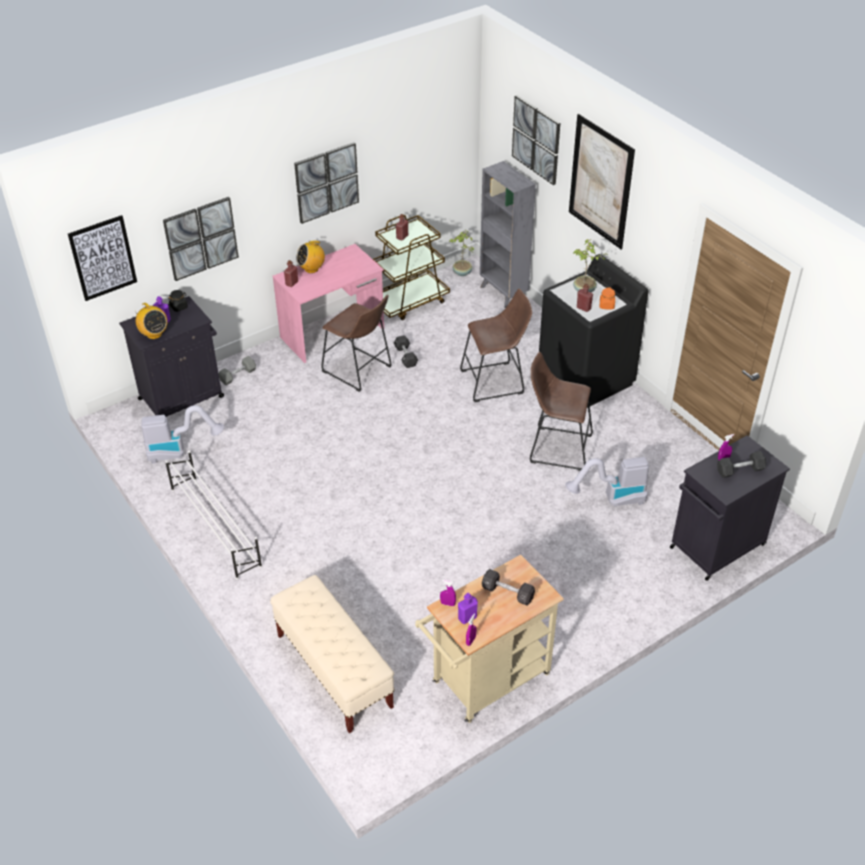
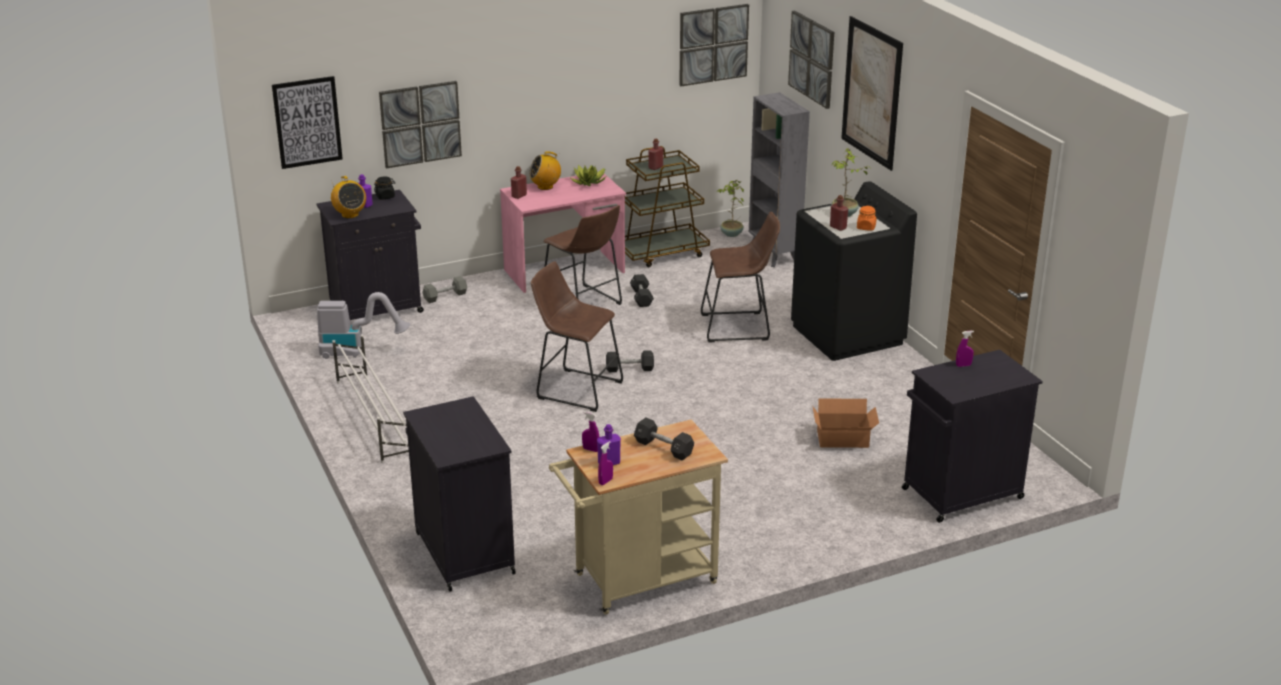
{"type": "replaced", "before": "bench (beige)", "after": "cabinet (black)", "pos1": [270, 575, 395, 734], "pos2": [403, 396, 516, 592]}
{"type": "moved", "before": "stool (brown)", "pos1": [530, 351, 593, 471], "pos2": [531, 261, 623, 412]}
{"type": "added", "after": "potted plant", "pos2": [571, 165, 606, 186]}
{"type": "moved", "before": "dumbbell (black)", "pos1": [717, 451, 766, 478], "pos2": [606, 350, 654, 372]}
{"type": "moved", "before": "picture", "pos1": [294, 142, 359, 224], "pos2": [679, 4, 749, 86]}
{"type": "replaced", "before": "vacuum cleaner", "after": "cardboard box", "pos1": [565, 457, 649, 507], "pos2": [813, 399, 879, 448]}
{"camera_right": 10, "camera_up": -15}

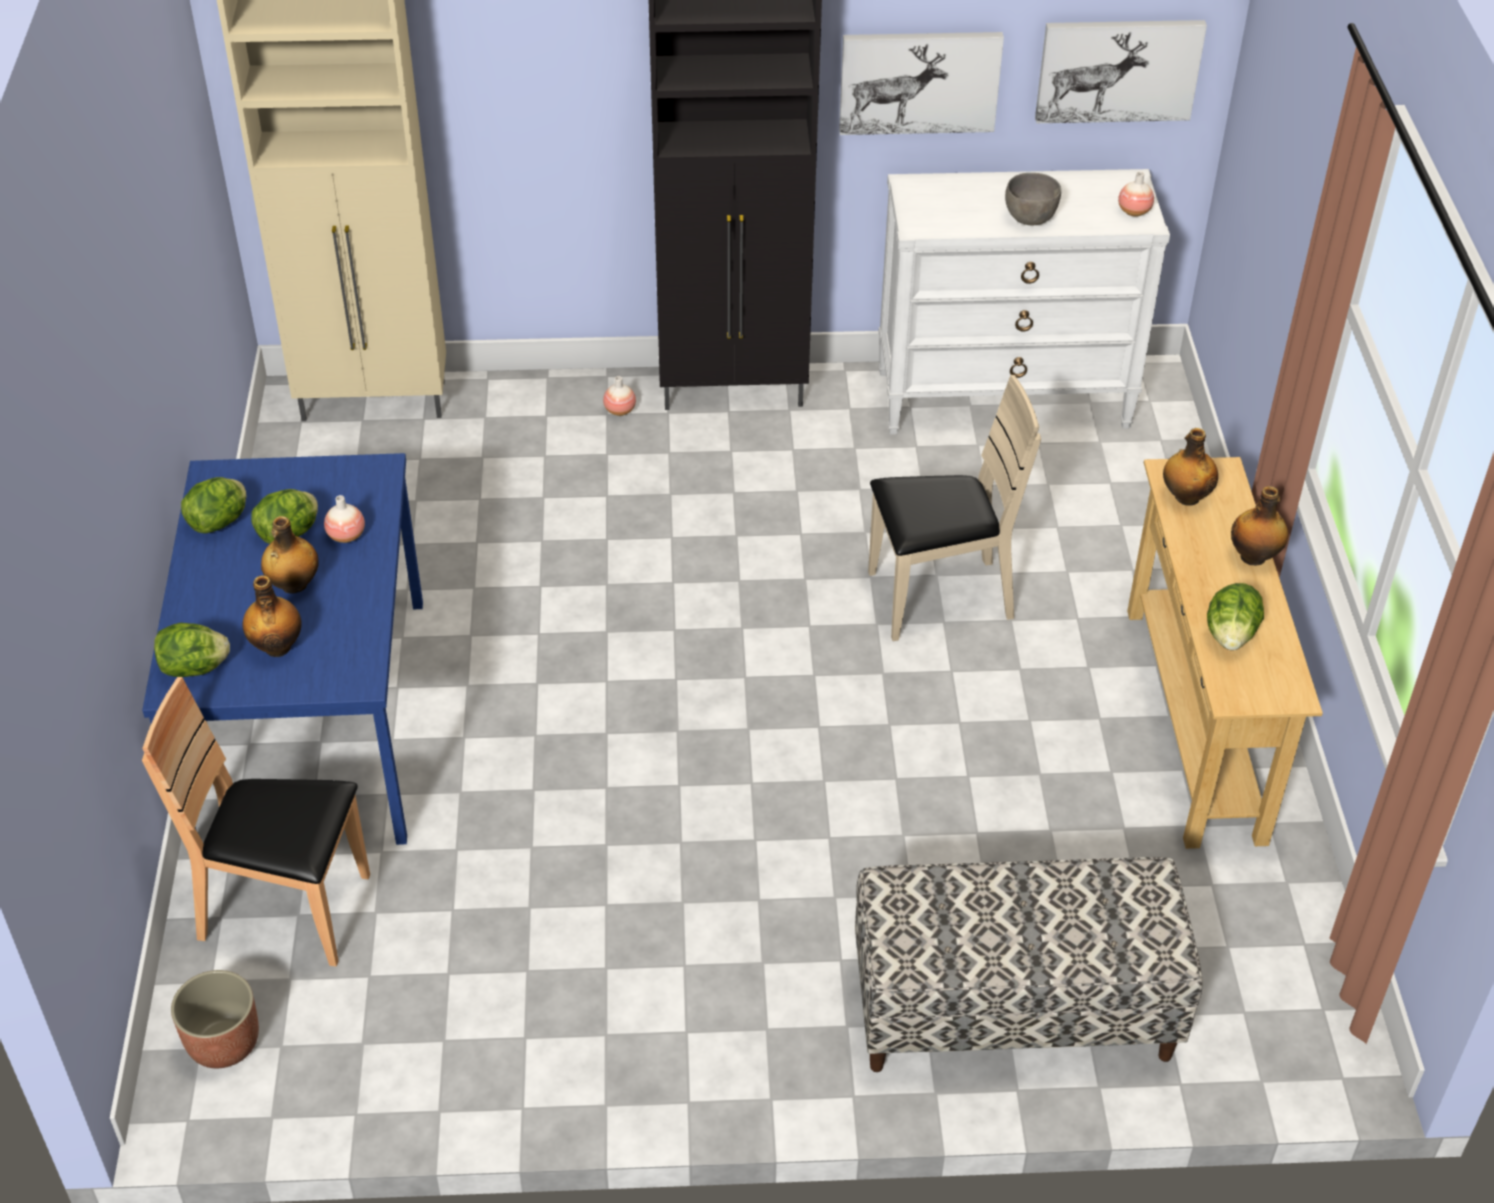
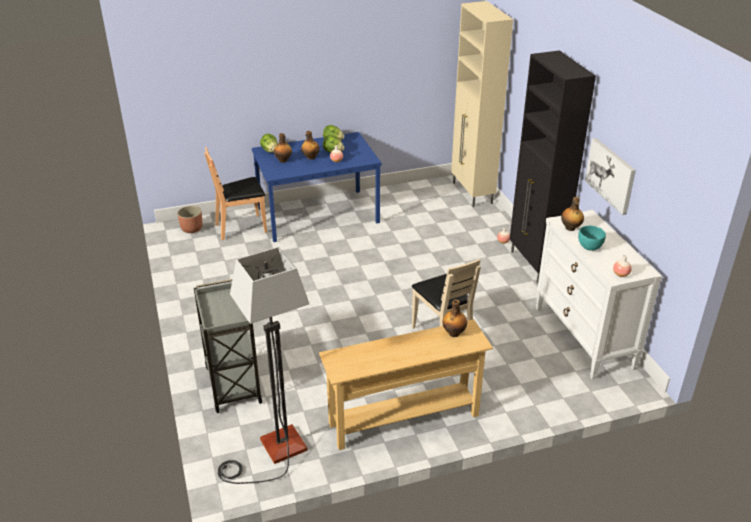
{"type": "replaced", "before": "bench", "after": "cart (grey)", "pos1": [855, 857, 1203, 1072], "pos2": [194, 279, 262, 413]}
{"type": "turned", "before": "chair (brown)", "pos1": [142, 677, 370, 966], "pos2": [204, 147, 267, 240], "turn": -105}
{"type": "added", "after": "floor lamp", "pos2": [218, 247, 310, 484]}
{"type": "moved", "before": "bottle", "pos1": [1231, 486, 1288, 565], "pos2": [561, 197, 584, 231]}
{"type": "recoloured", "before": "bowl (grey)", "after": "bowl (turquoise)", "pos1": [1005, 173, 1061, 225], "pos2": [578, 226, 606, 251]}
{"type": "removed", "before": "picture", "pos1": [1035, 20, 1207, 123]}
{"type": "removed", "before": "lettuce", "pos1": [1207, 583, 1264, 650]}
{"camera_right": 75, "camera_up": -10}

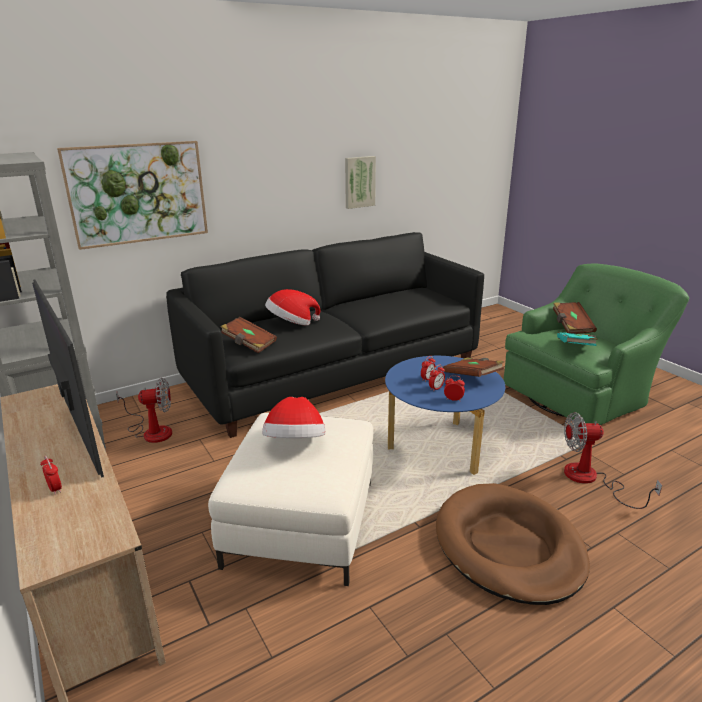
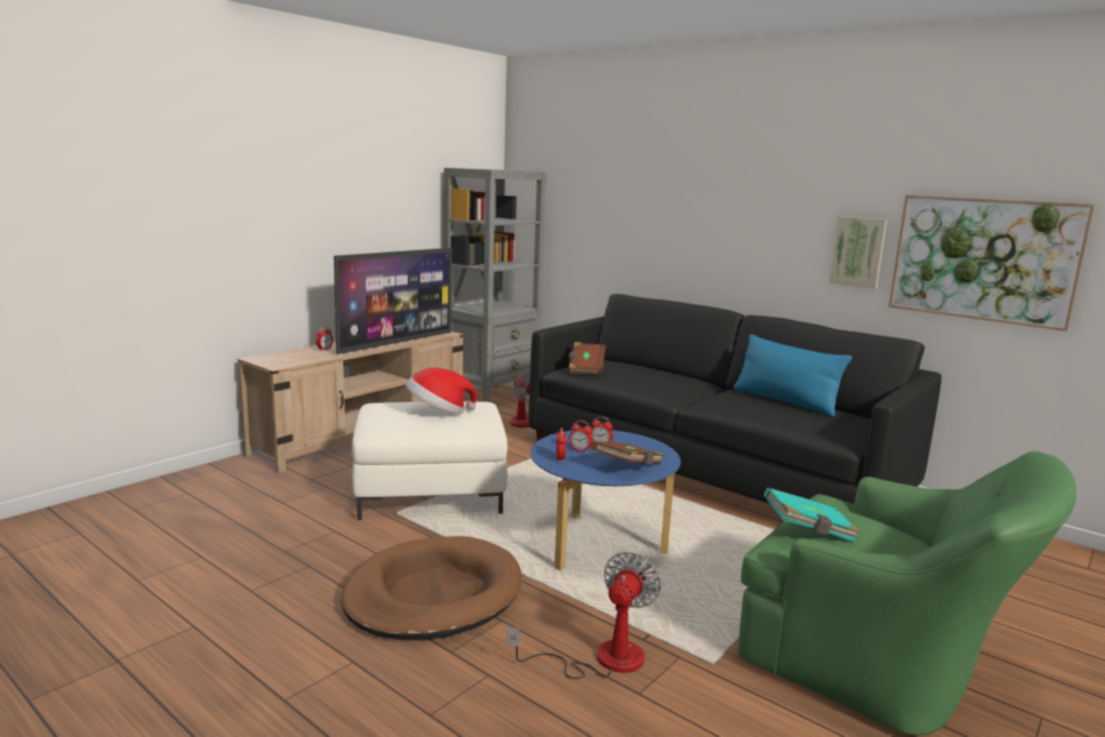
{"type": "turned", "before": "fan", "pos1": [564, 412, 662, 509], "pos2": [507, 552, 661, 679], "turn": 45}
{"type": "added", "after": "pillow (blue)", "pos2": [733, 334, 852, 417]}
{"type": "moved", "before": "picture", "pos1": [57, 141, 208, 250], "pos2": [889, 195, 1095, 331]}
{"type": "removed", "before": "hat", "pos1": [265, 289, 320, 325]}
{"type": "removed", "before": "book (brown)", "pos1": [553, 302, 597, 334]}
{"camera_right": 70, "camera_up": -10}

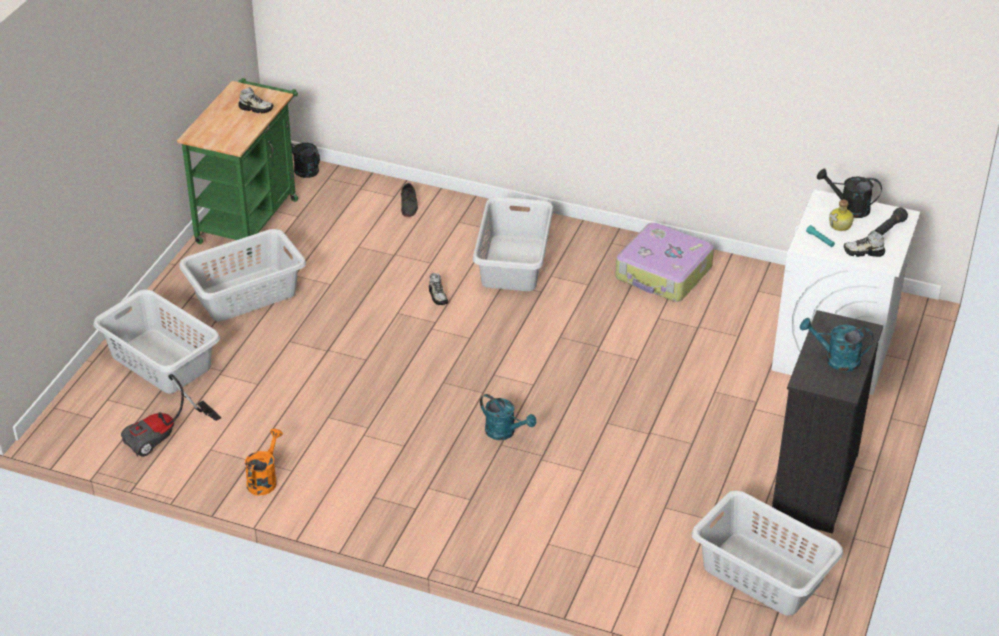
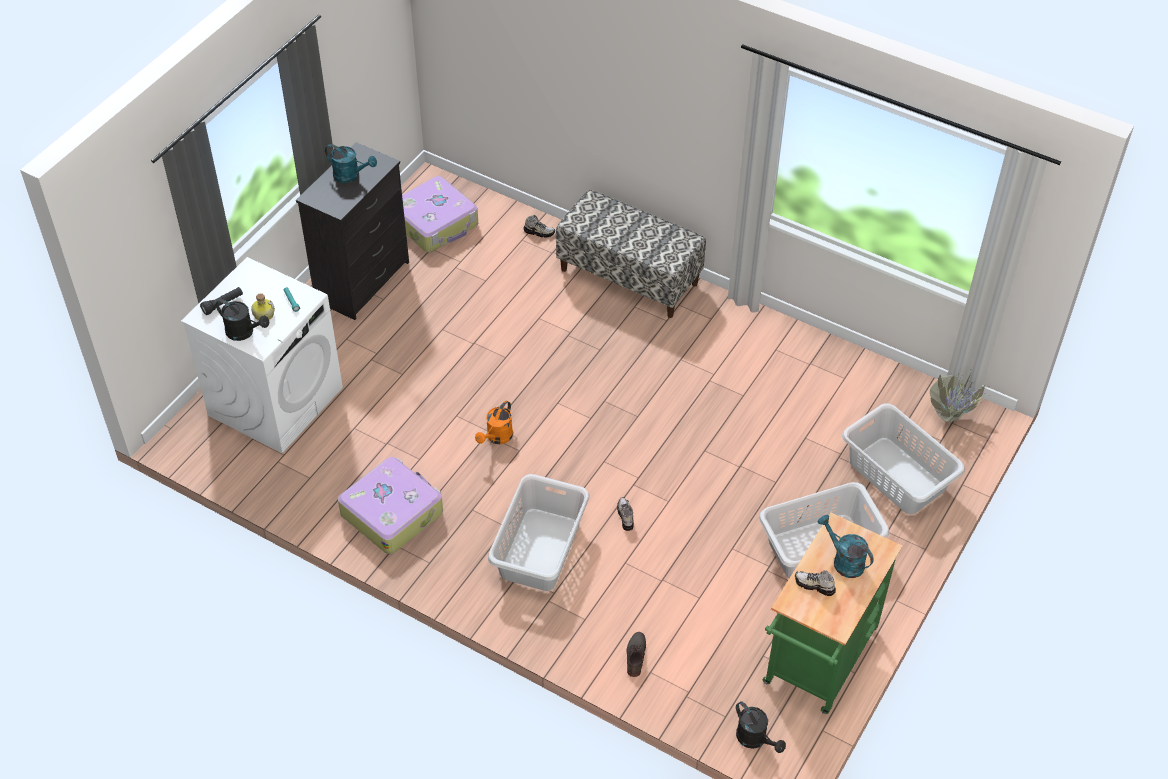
{"type": "replaced", "before": "laundry basket (grey)", "after": "suitcase", "pos1": [692, 490, 843, 616], "pos2": [402, 176, 478, 253]}
{"type": "moved", "before": "watering can (orange)", "pos1": [245, 429, 283, 496], "pos2": [475, 401, 513, 444]}
{"type": "moved", "before": "shoe", "pos1": [844, 230, 885, 257], "pos2": [524, 215, 555, 238]}
{"type": "added", "after": "bench", "pos2": [556, 190, 706, 318]}
{"type": "moved", "before": "watering can (turquoise)", "pos1": [480, 394, 536, 440], "pos2": [817, 515, 874, 578]}
{"type": "added", "after": "potted plant", "pos2": [930, 366, 986, 440]}
{"type": "removed", "before": "vacuum cleaner", "pos1": [121, 374, 221, 457]}
{"camera_right": -170, "camera_up": 10}

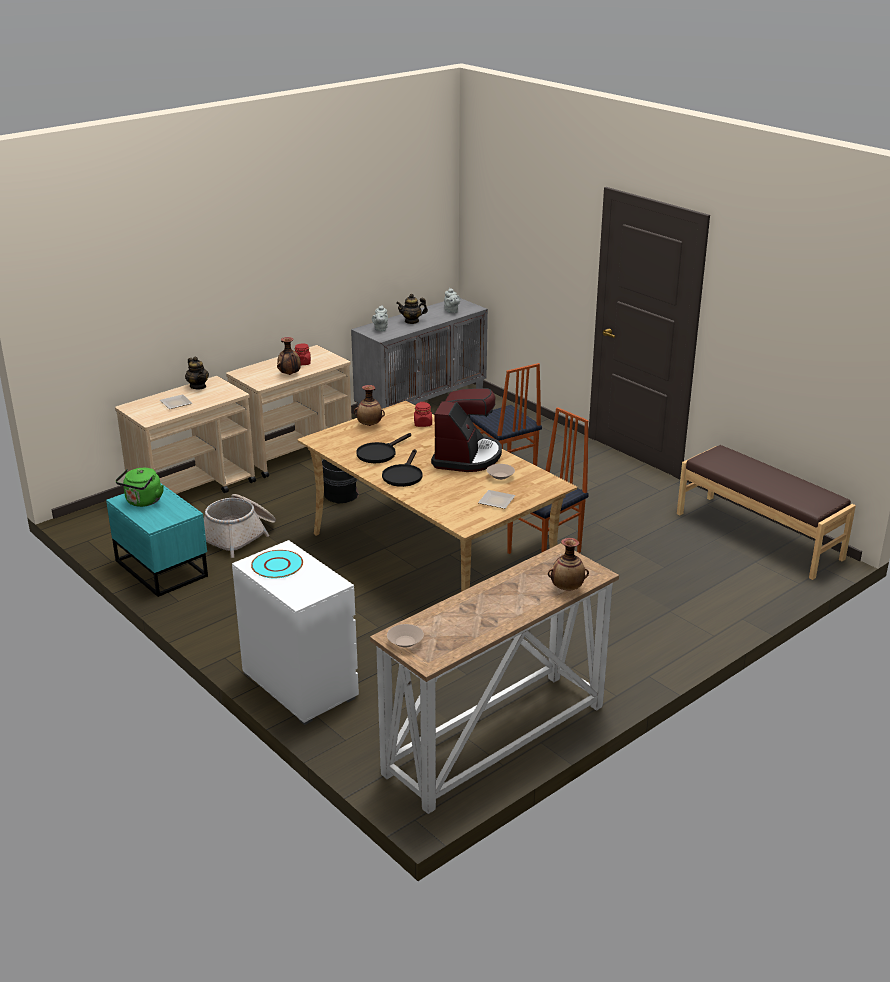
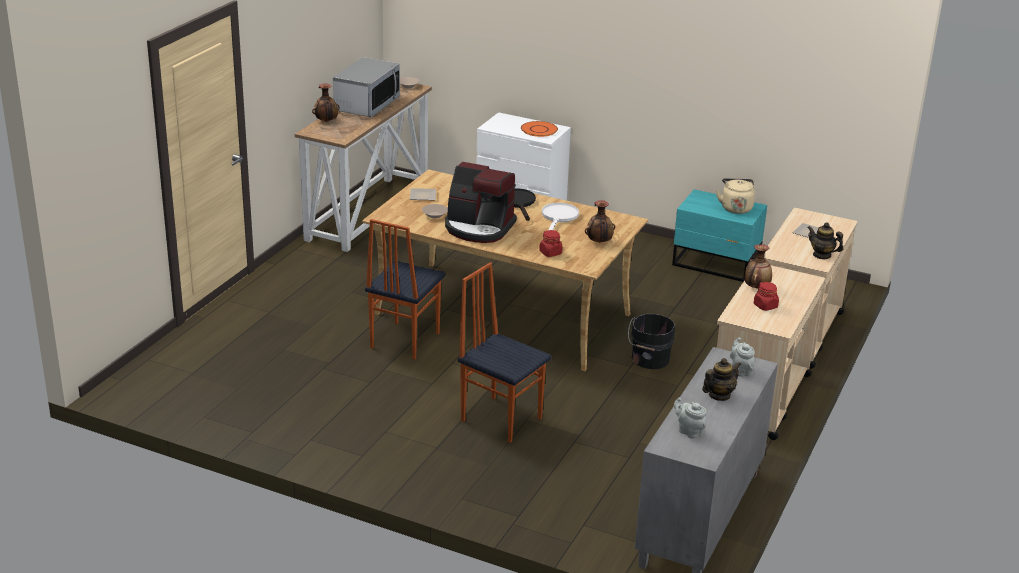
{"type": "added", "after": "microwave", "pos2": [333, 57, 400, 117]}
{"type": "turned", "before": "coffee machine", "pos1": [431, 388, 502, 472], "pos2": [445, 162, 517, 243], "turn": -60}
{"type": "recoloured", "before": "plate (turquoise)", "after": "plate (orange)", "pos1": [251, 550, 303, 579], "pos2": [521, 121, 558, 137]}
{"type": "recoloured", "before": "frying pan (black)", "after": "frying pan (white)", "pos1": [356, 433, 411, 463], "pos2": [542, 203, 579, 230]}
{"type": "recoloured", "before": "kettle (green)", "after": "kettle (beige)", "pos1": [115, 468, 164, 507], "pos2": [716, 178, 755, 214]}
{"type": "removed", "before": "basket", "pos1": [204, 494, 276, 558]}
{"type": "removed", "before": "bench (brown)", "pos1": [677, 445, 856, 580]}
{"camera_right": 155, "camera_up": 0}

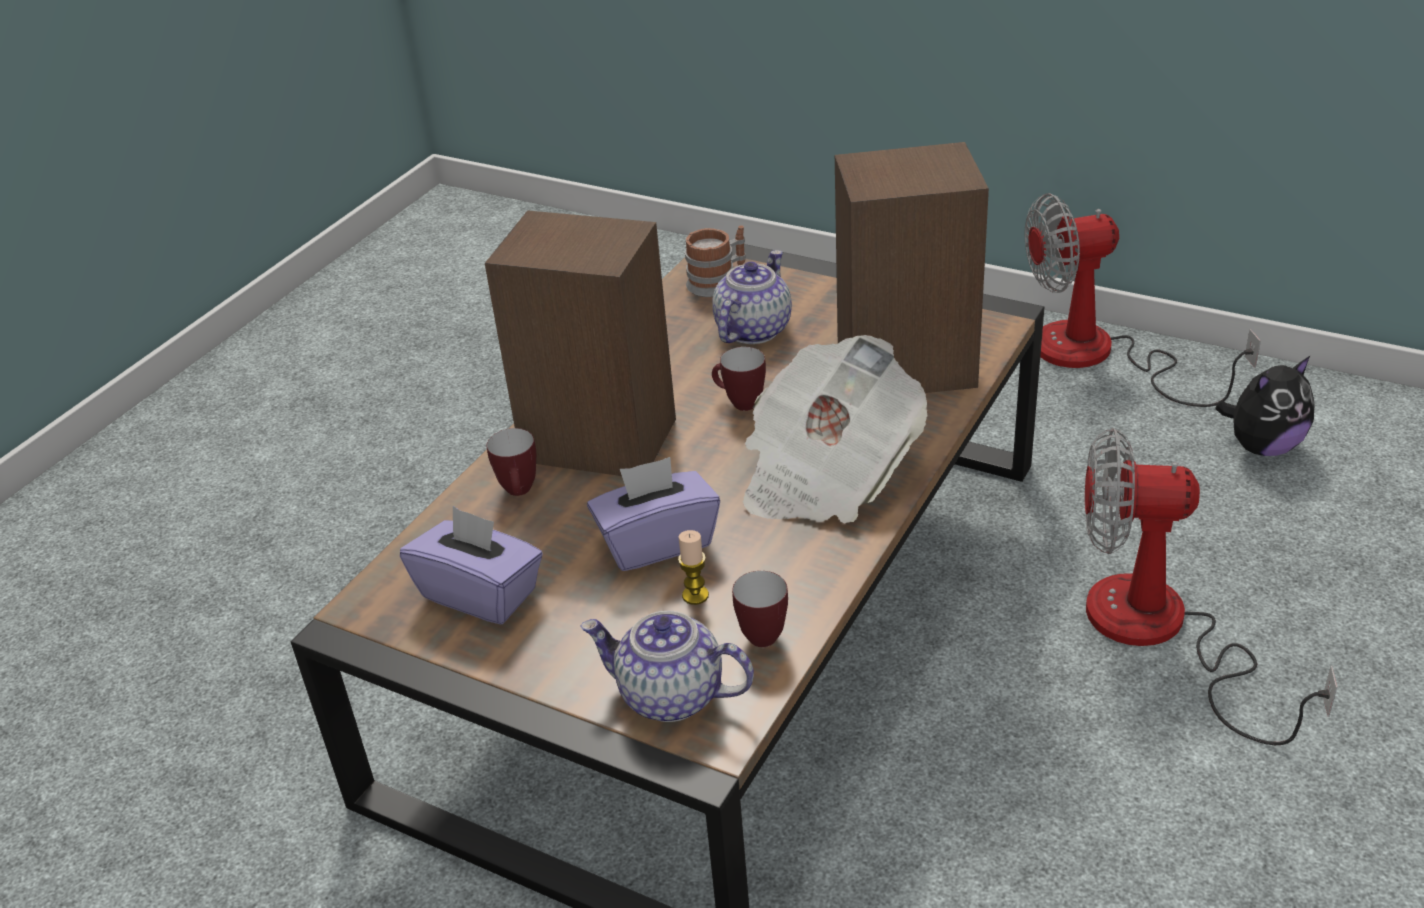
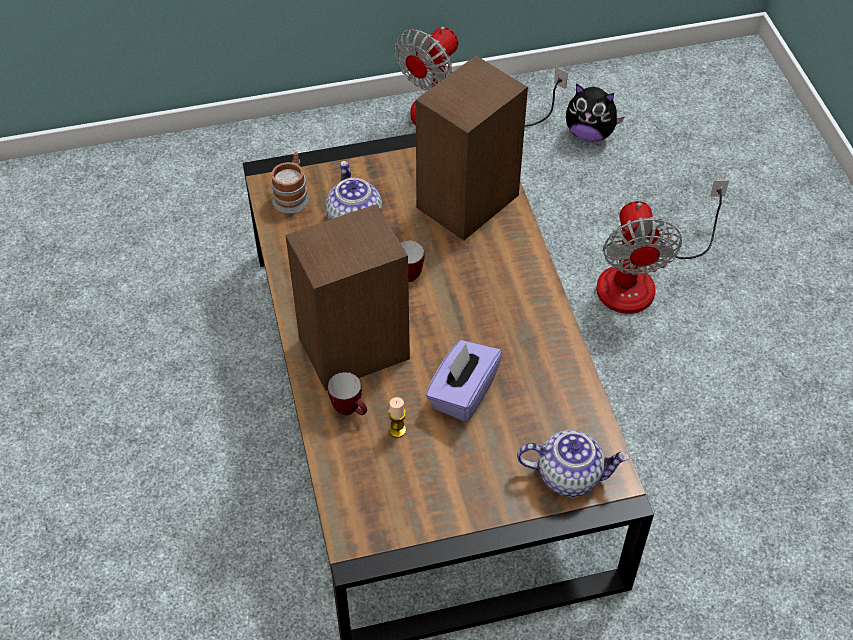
{"type": "moved", "before": "candle", "pos1": [678, 530, 709, 605], "pos2": [388, 397, 406, 438]}
{"type": "turned", "before": "teapot", "pos1": [580, 611, 754, 722], "pos2": [517, 430, 630, 497], "turn": -150}
{"type": "turned", "before": "plush toy", "pos1": [1215, 356, 1315, 456], "pos2": [566, 84, 625, 142], "turn": 90}
{"type": "turned", "before": "fan", "pos1": [1085, 428, 1337, 745], "pos2": [596, 180, 729, 314], "turn": -60}
{"type": "removed", "before": "tissue box (purple)", "pos1": [400, 506, 543, 624]}
{"type": "removed", "before": "mug", "pos1": [732, 571, 788, 647]}
{"type": "removed", "before": "newspaper", "pos1": [743, 335, 928, 523]}
{"camera_right": -45, "camera_up": 15}

